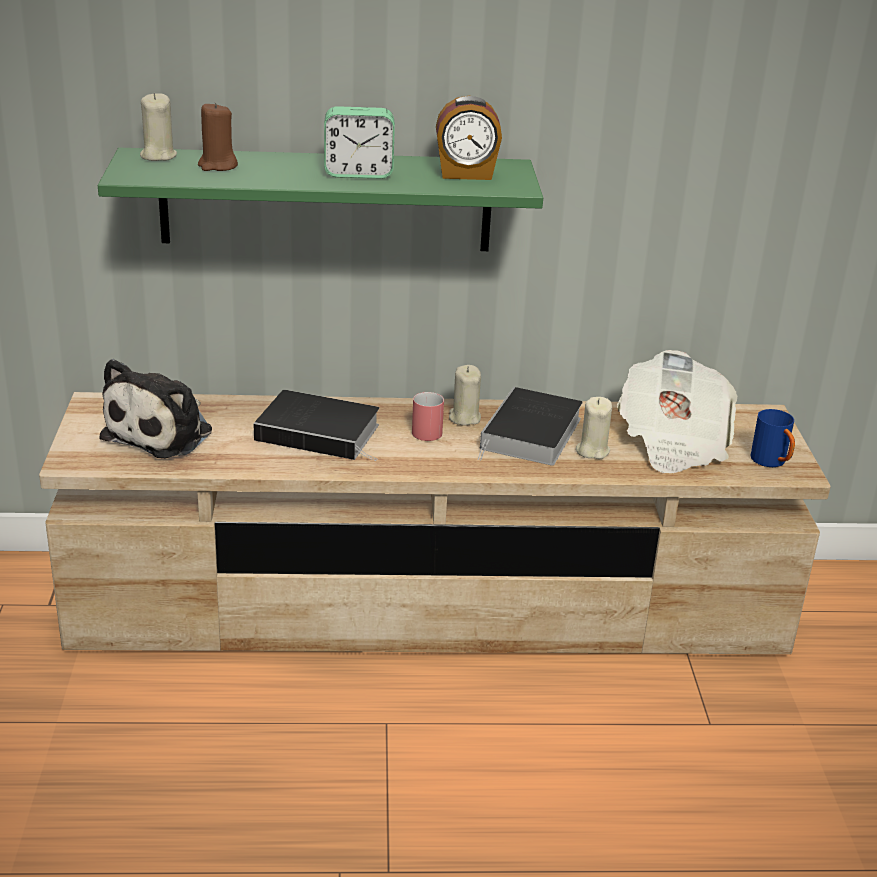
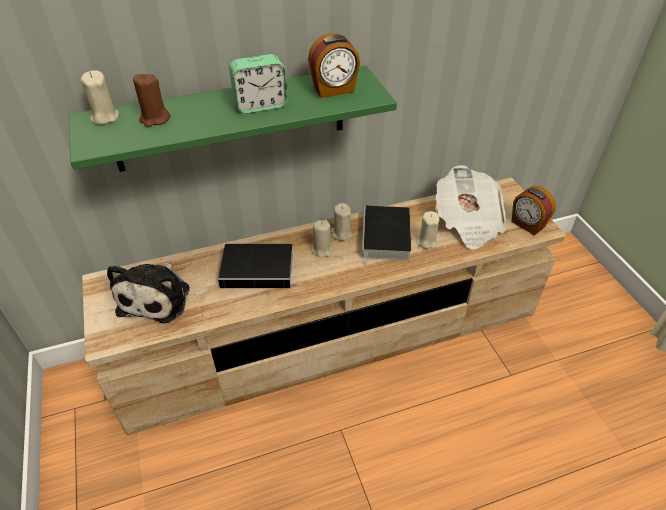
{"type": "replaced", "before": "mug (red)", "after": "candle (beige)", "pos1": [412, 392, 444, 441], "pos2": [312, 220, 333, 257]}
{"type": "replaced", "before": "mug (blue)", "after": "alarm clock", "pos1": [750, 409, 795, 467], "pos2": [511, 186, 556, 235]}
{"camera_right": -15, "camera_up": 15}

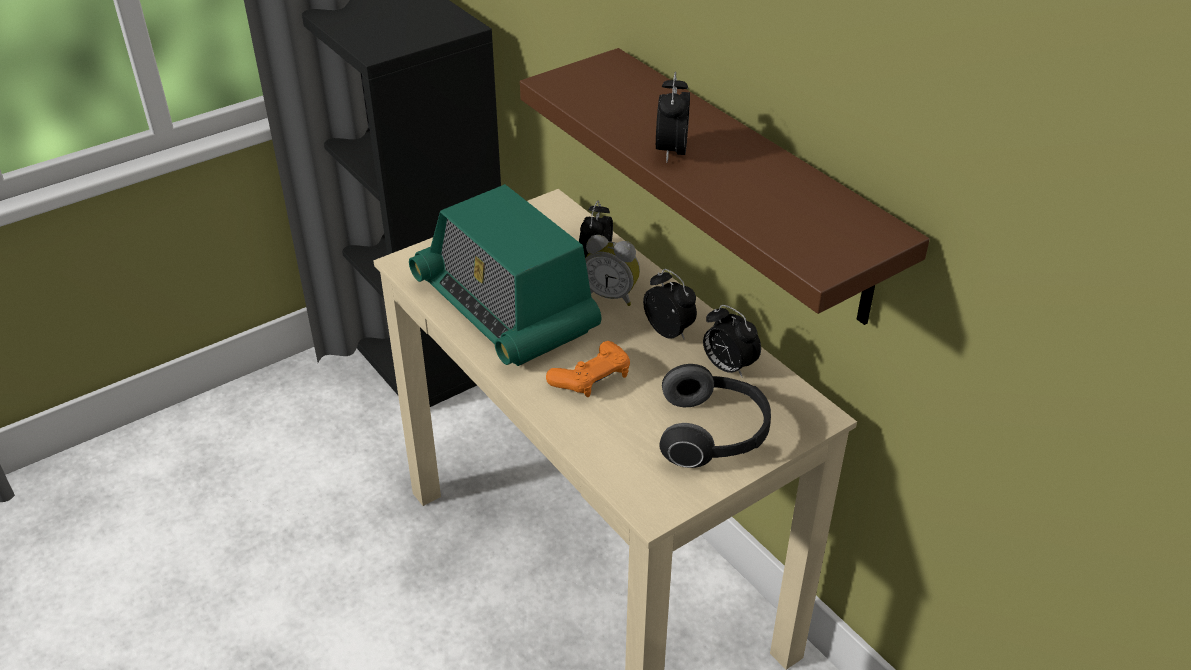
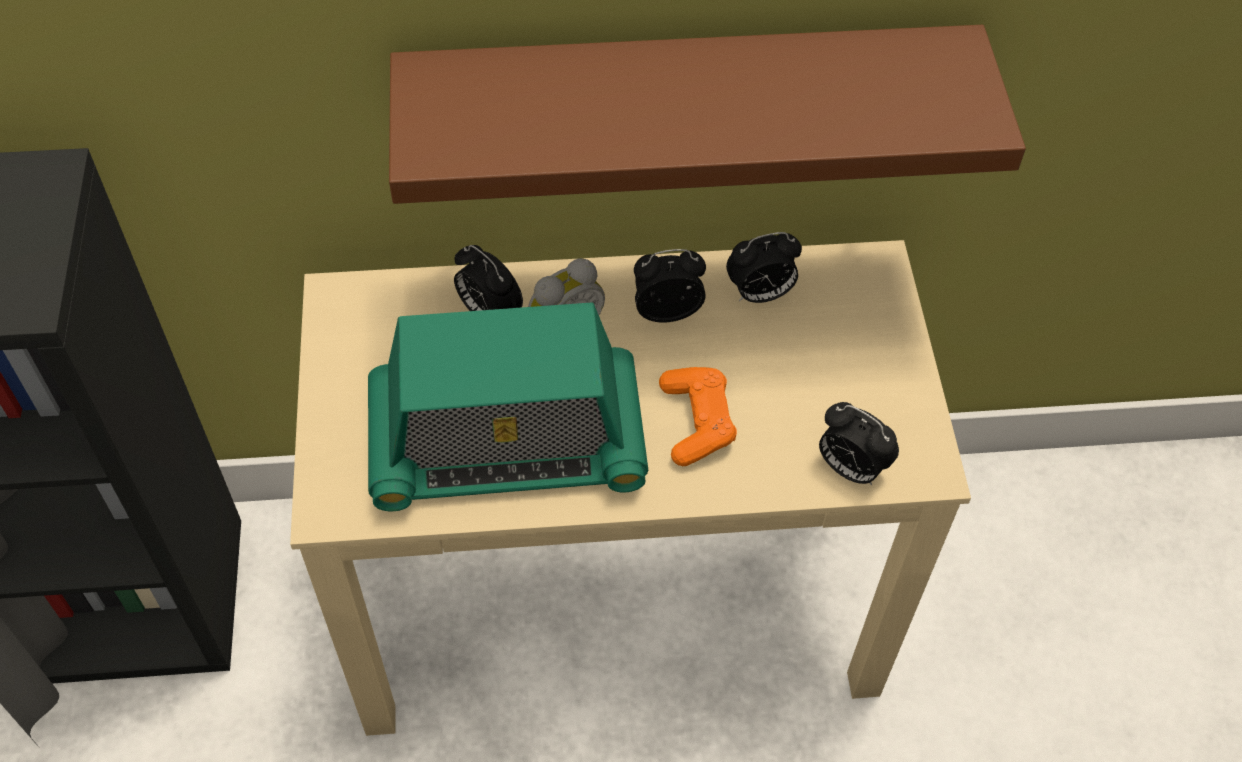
{"type": "moved", "before": "alarm clock", "pos1": [656, 72, 690, 162], "pos2": [819, 402, 899, 485]}
{"type": "removed", "before": "headphones", "pos1": [660, 364, 771, 468]}
{"camera_right": -60, "camera_up": 15}

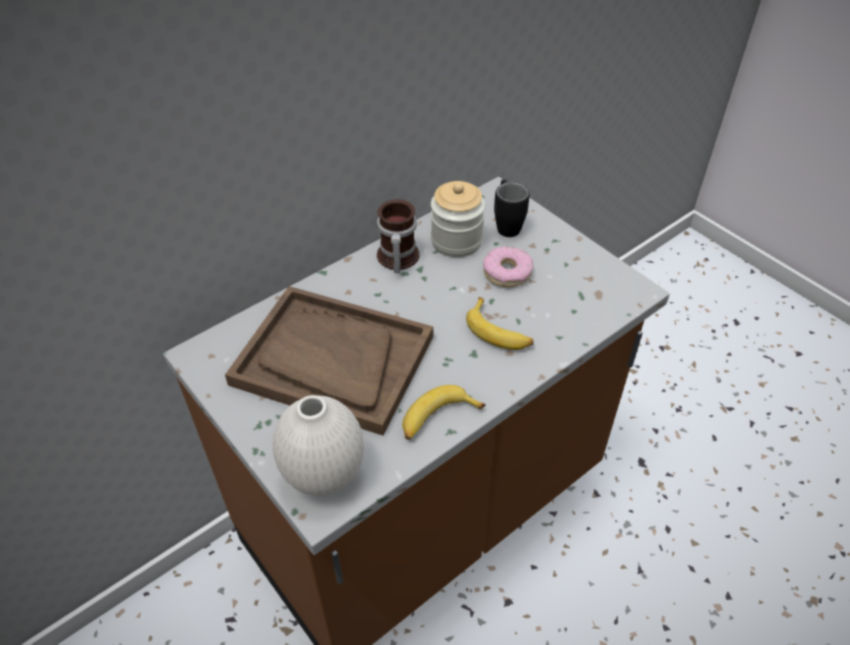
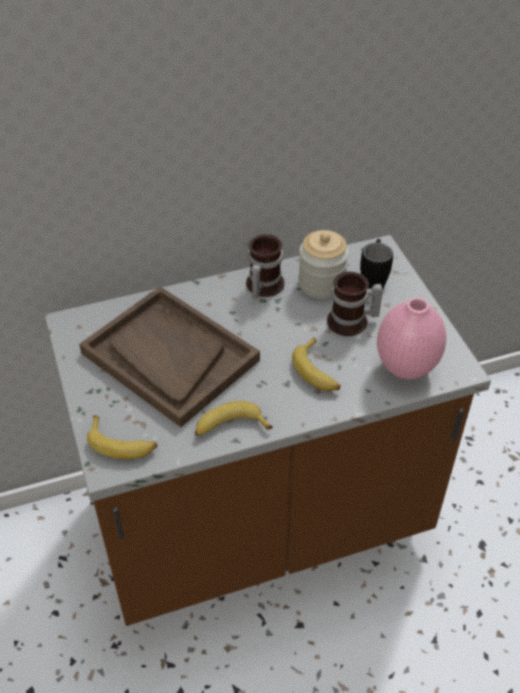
{"type": "replaced", "before": "vase (white)", "after": "banana", "pos1": [272, 395, 364, 496], "pos2": [87, 415, 157, 459]}
{"type": "replaced", "before": "donut", "after": "mug", "pos1": [483, 246, 533, 287], "pos2": [327, 271, 383, 336]}
{"type": "added", "after": "vase (pink)", "pos2": [377, 298, 446, 379]}
{"camera_right": 20, "camera_up": 0}

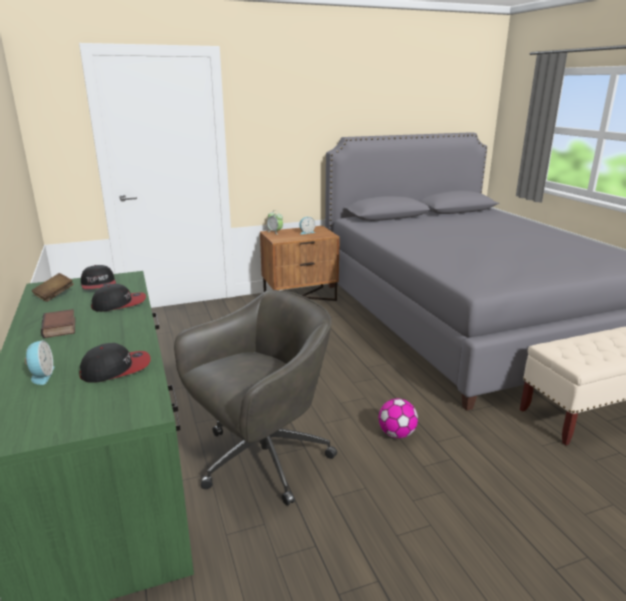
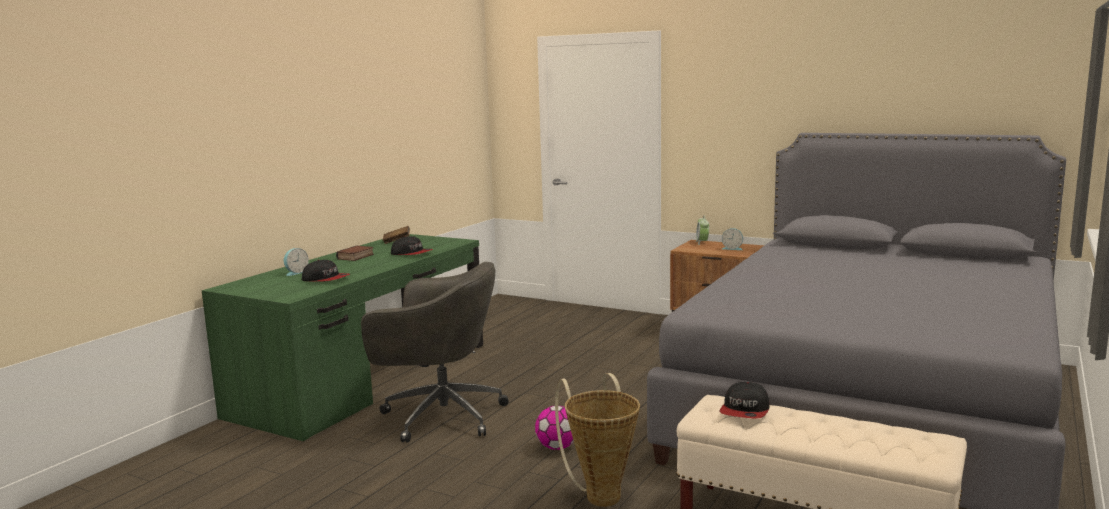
{"type": "added", "after": "basket", "pos2": [555, 373, 640, 507]}
{"type": "moved", "before": "cap", "pos1": [81, 265, 116, 289], "pos2": [719, 382, 769, 419]}
{"camera_right": 50, "camera_up": -10}

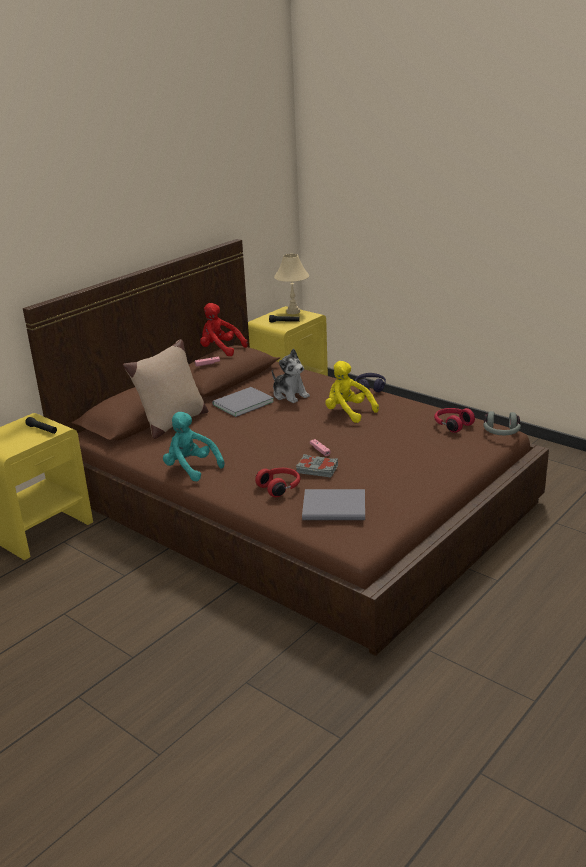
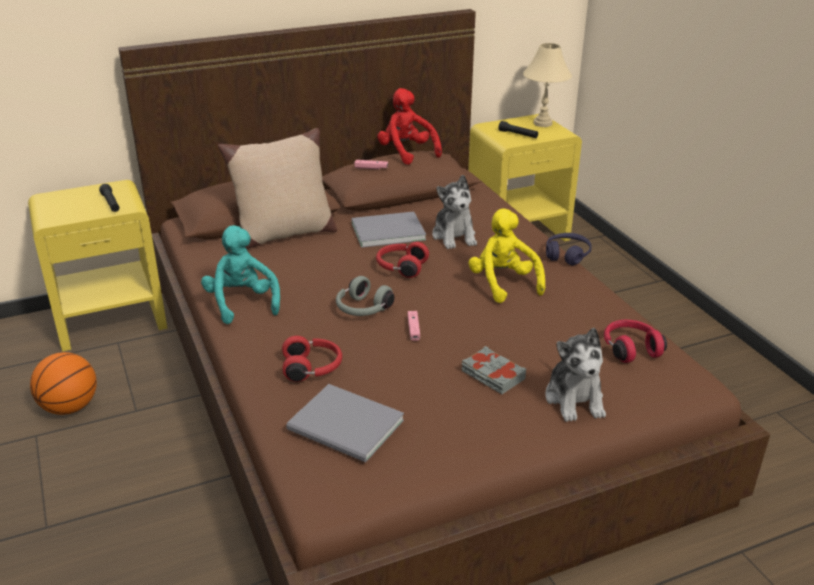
{"type": "added", "after": "basketball", "pos2": [30, 352, 97, 415]}
{"type": "moved", "before": "headphones (grey)", "pos1": [483, 411, 521, 435], "pos2": [336, 276, 395, 316]}
{"type": "added", "after": "headphones (red)", "pos2": [376, 242, 429, 278]}
{"type": "moved", "before": "book (grey)", "pos1": [296, 454, 338, 478], "pos2": [462, 346, 526, 394]}
{"type": "added", "after": "plush toy", "pos2": [545, 328, 606, 422]}
{"camera_right": 25, "camera_up": 5}

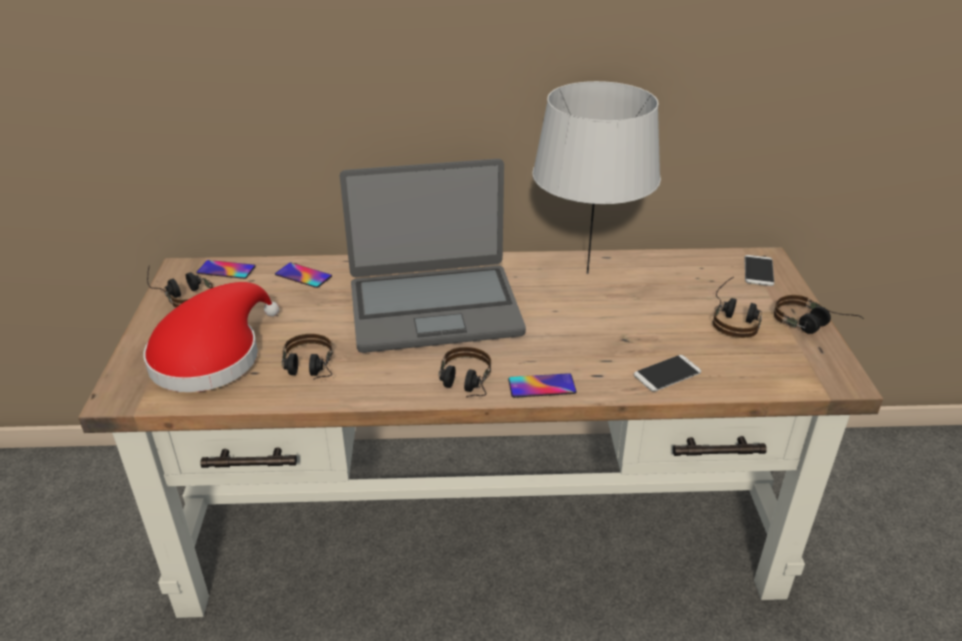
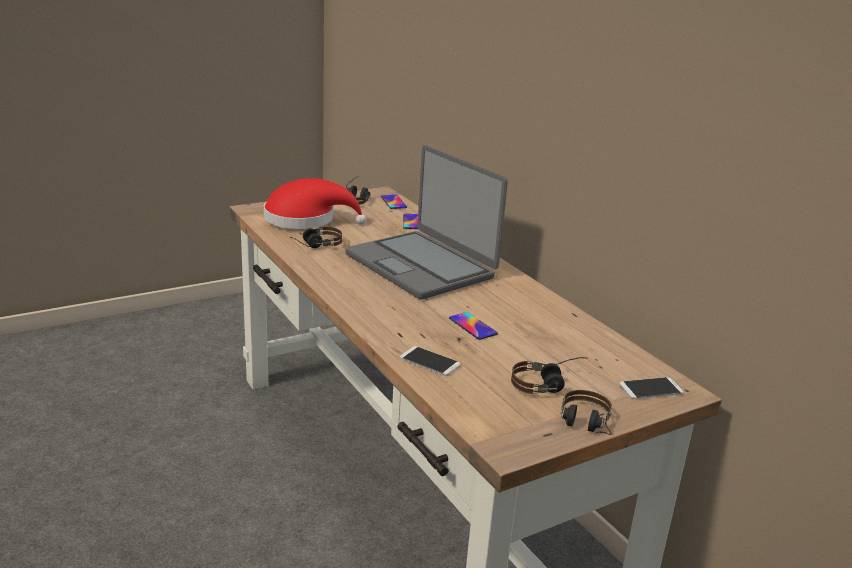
{"type": "moved", "before": "phone", "pos1": [508, 373, 576, 398], "pos2": [449, 312, 498, 340]}
{"type": "removed", "before": "headphones", "pos1": [438, 347, 491, 397]}
{"type": "removed", "before": "table lamp (grey)", "pos1": [532, 81, 661, 274]}
{"camera_right": 60, "camera_up": -10}

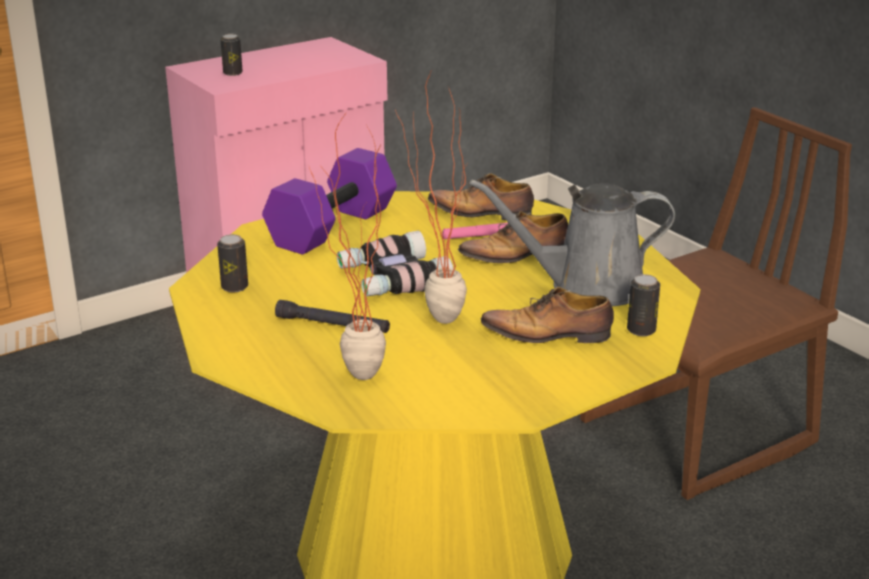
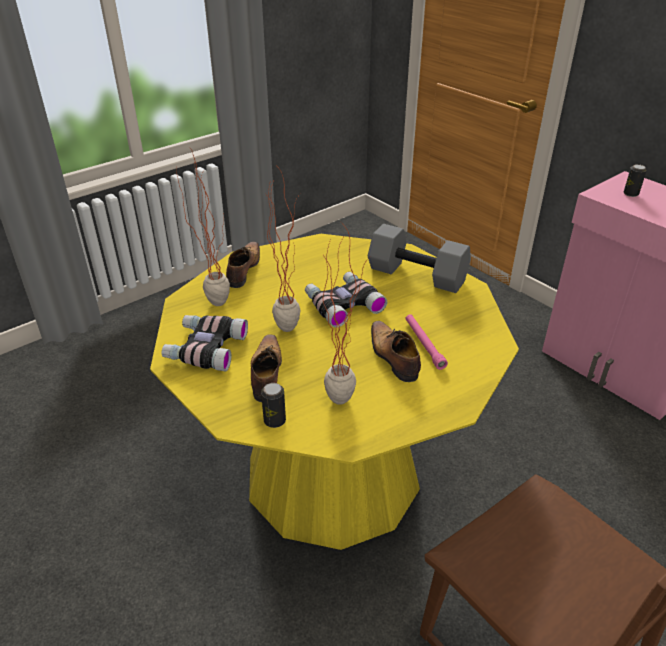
{"type": "added", "after": "binoculars", "pos2": [162, 315, 248, 372]}
{"type": "moved", "before": "shoe", "pos1": [428, 173, 534, 220], "pos2": [226, 242, 260, 288]}
{"type": "replaced", "before": "watering can (grey)", "after": "potted plant", "pos1": [470, 179, 675, 306], "pos2": [323, 222, 370, 405]}
{"type": "recoloured", "before": "dumbbell (purple)", "after": "dumbbell (grey)", "pos1": [262, 148, 397, 255], "pos2": [368, 224, 471, 293]}
{"type": "removed", "before": "can", "pos1": [217, 234, 248, 292]}
{"type": "removed", "before": "flashlight (black)", "pos1": [275, 300, 390, 333]}
{"camera_right": 85, "camera_up": 10}

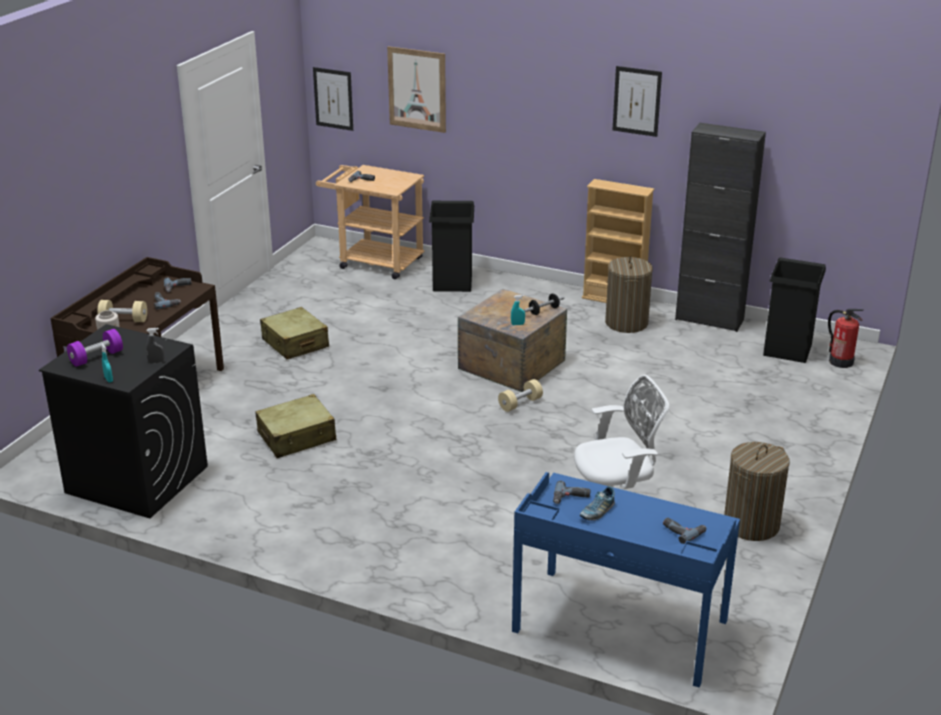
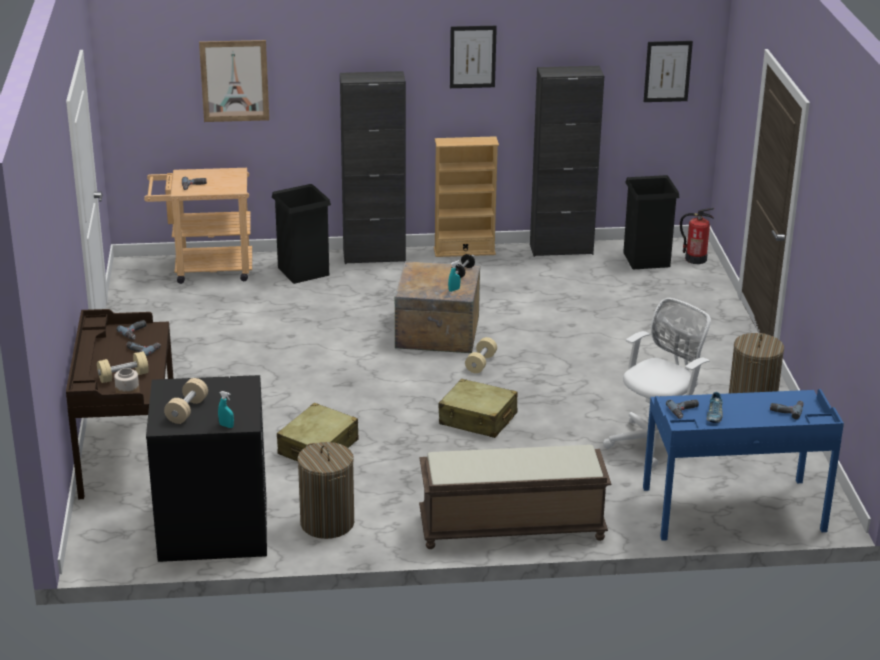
{"type": "recoloured", "before": "dumbbell (purple)", "after": "dumbbell (beige)", "pos1": [67, 329, 123, 367], "pos2": [164, 378, 208, 424]}
{"type": "moved", "before": "laundry basket", "pos1": [605, 257, 653, 333], "pos2": [297, 442, 354, 539]}
{"type": "added", "after": "cabinet (black)", "pos2": [340, 71, 406, 264]}
{"type": "added", "after": "bench (brown)", "pos2": [419, 445, 611, 549]}
{"type": "moved", "before": "suitcase (beige)", "pos1": [260, 307, 329, 360], "pos2": [438, 379, 518, 438]}
{"type": "moved", "before": "picture", "pos1": [313, 67, 353, 131], "pos2": [644, 41, 693, 102]}
{"type": "removed", "before": "spray bottle (grey)", "pos1": [146, 328, 164, 363]}
{"camera_right": -30, "camera_up": 0}

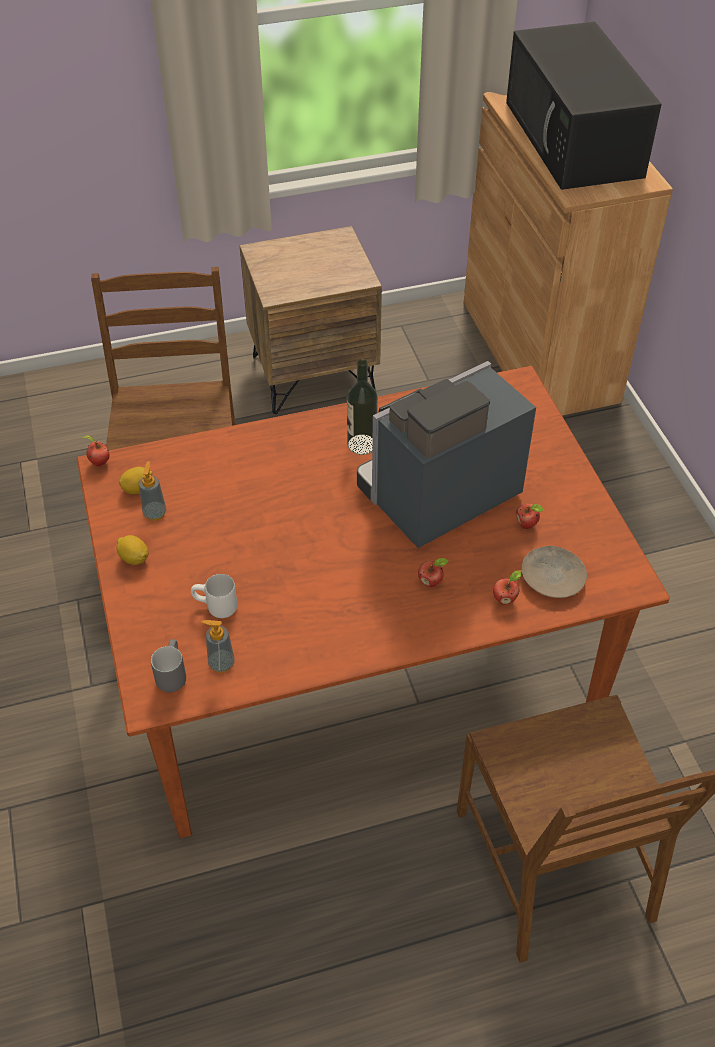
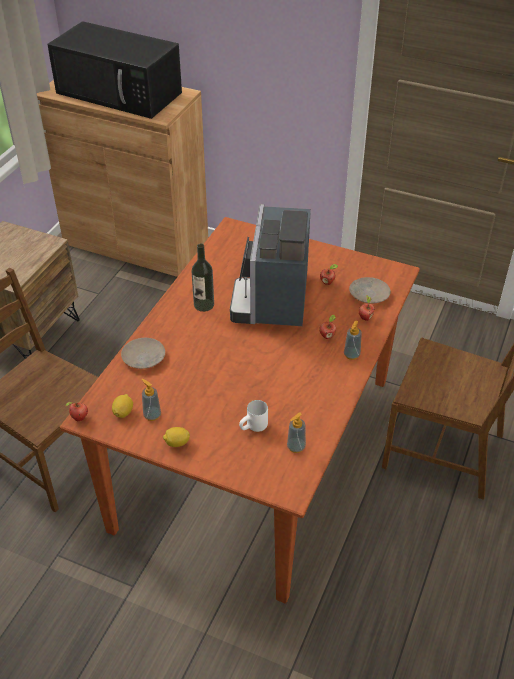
{"type": "added", "after": "plate (beige)", "pos2": [121, 338, 165, 369]}
{"type": "added", "after": "soap dispenser", "pos2": [344, 321, 362, 360]}
{"type": "removed", "before": "mug (grey)", "pos1": [151, 639, 186, 692]}
{"camera_right": -50, "camera_up": -5}

